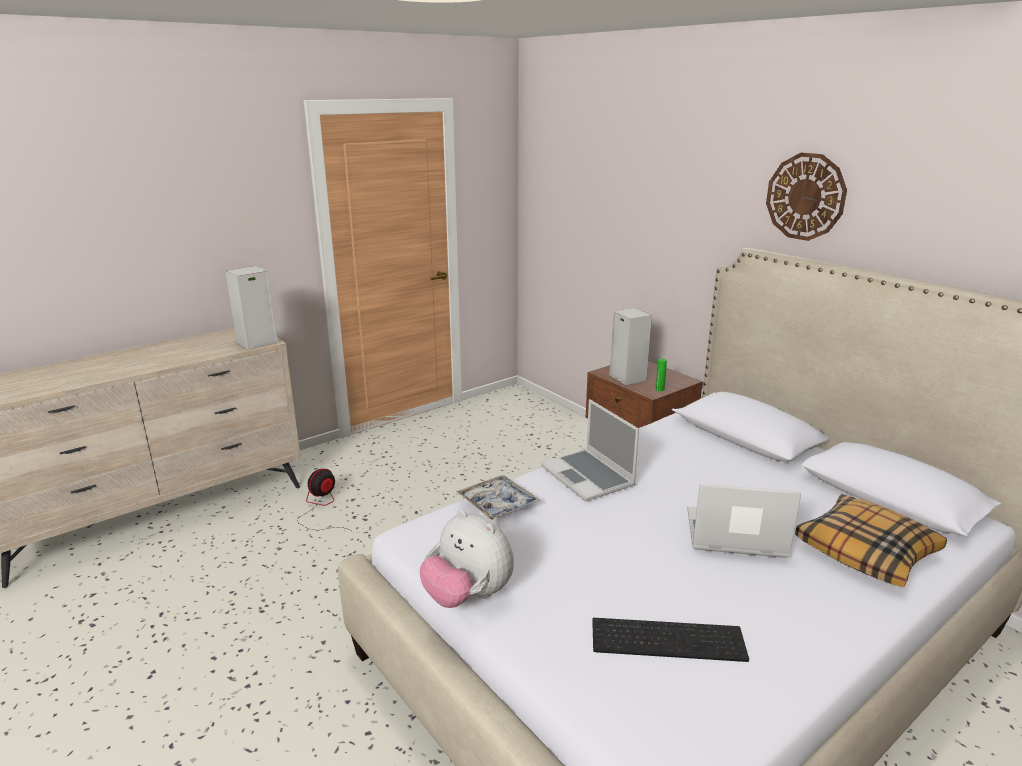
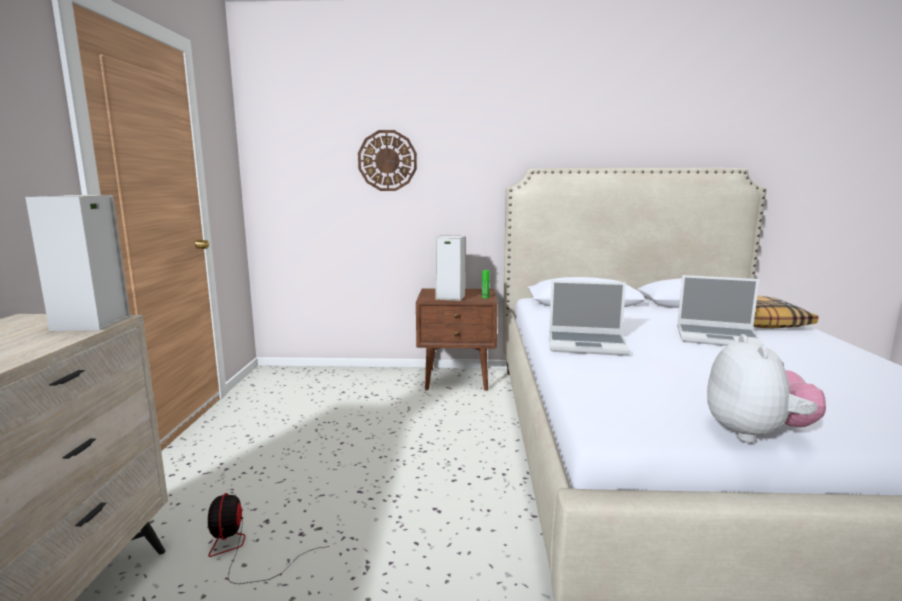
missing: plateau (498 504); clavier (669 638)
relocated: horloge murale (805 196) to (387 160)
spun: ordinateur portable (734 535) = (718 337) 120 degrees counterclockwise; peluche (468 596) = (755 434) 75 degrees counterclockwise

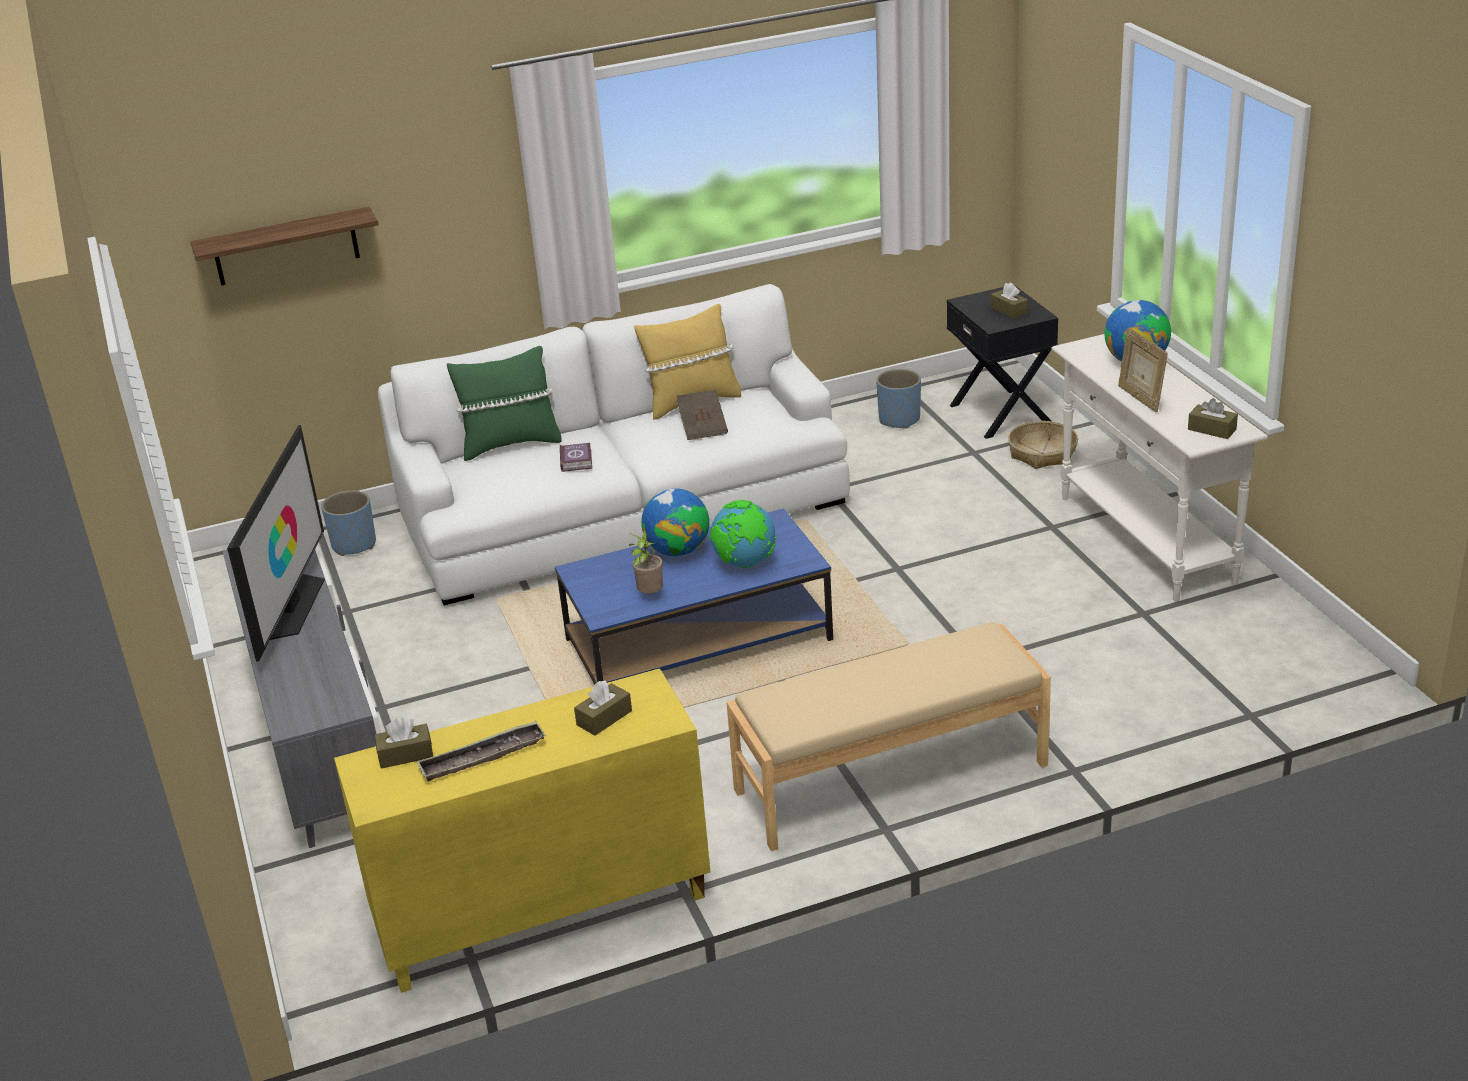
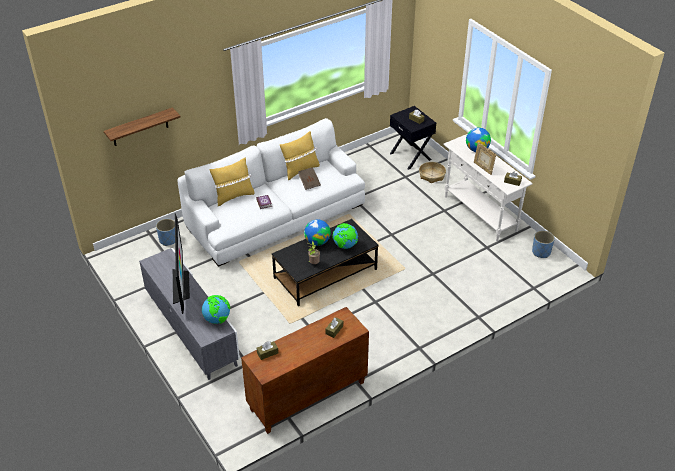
missing: plateau (482 757); banc [beige] (891 778)
appeared: globe (217 319)
relocated: cache-pot [bleu] (899 419) to (541 252)
colour: coussin [vert] (510 444) to coussin [jaune] (233 196); meuble de rangement [jaune] (542 915) to meuble de rangement [marron] (307 397); table basse [bleu] (698 640) to table basse [noir] (325 273)

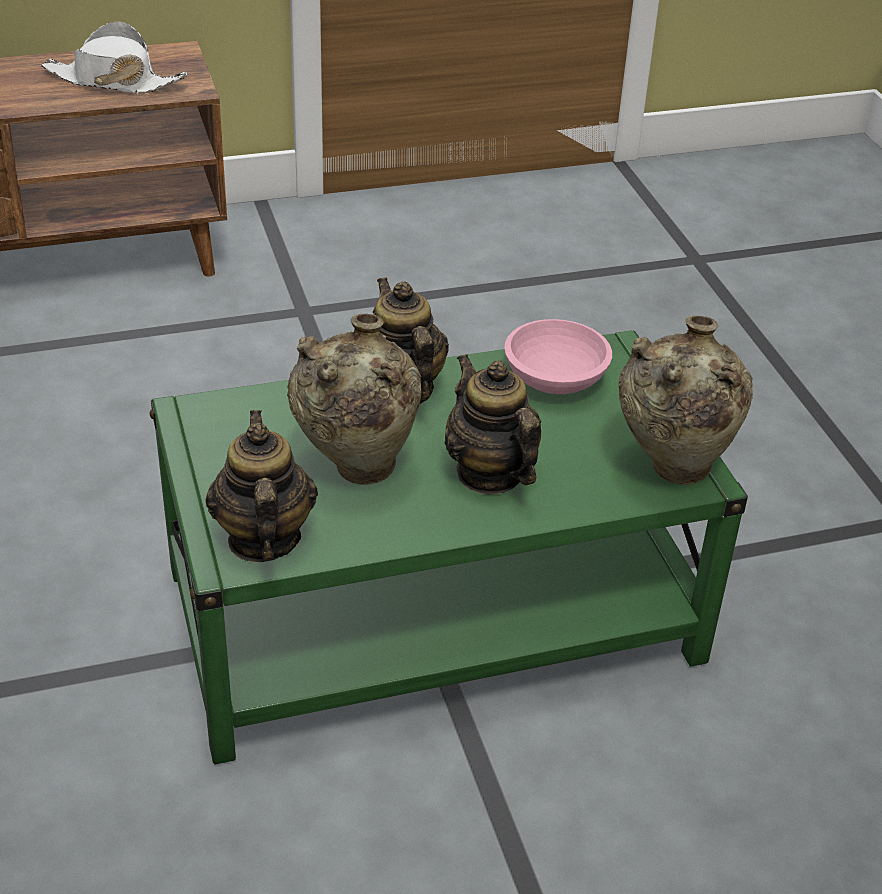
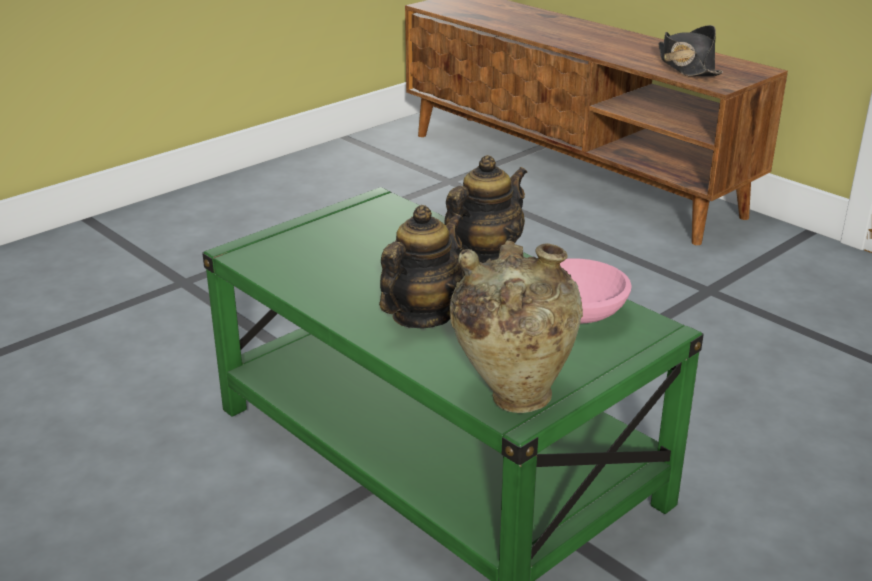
missing: théière (263 539); vase [beige] (355 470)
colour: chapeau [blanc] (114 81) to chapeau [noir] (686 66)

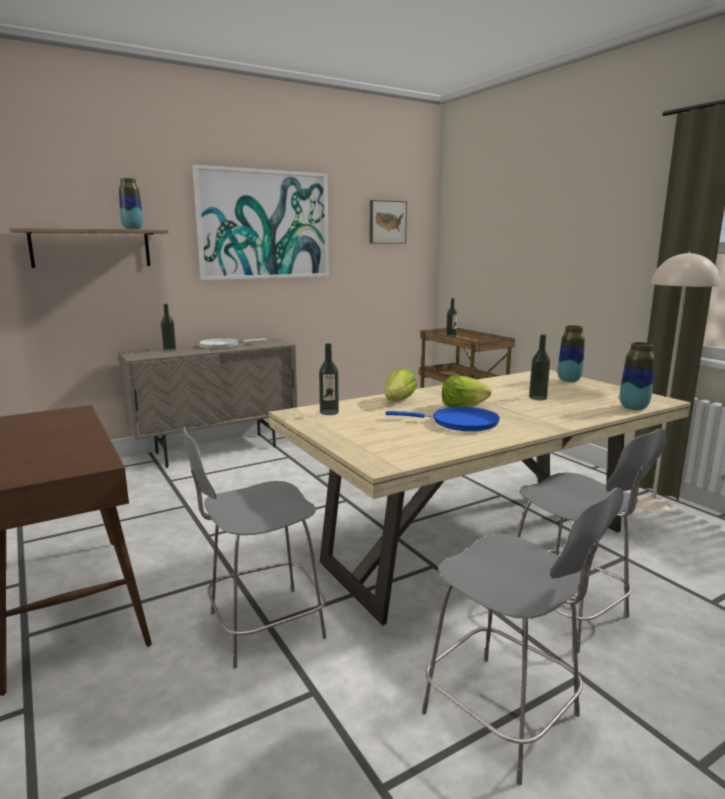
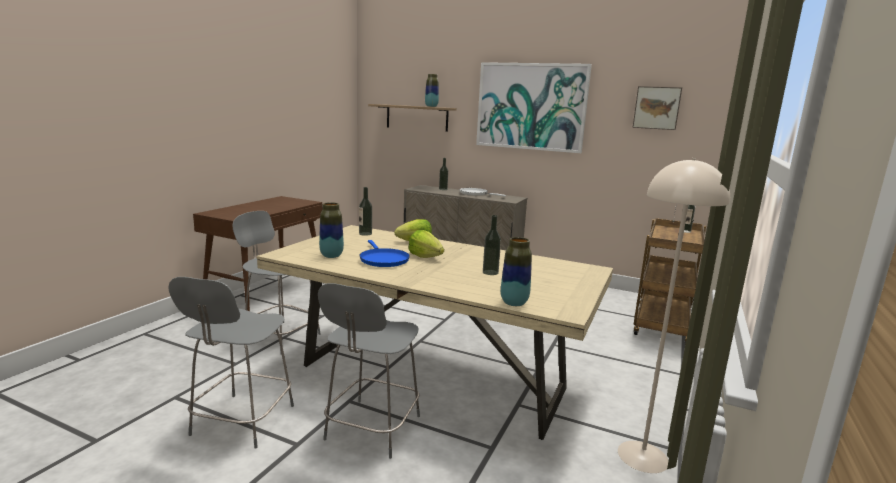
relocated: vase (569 380) to (331 256)

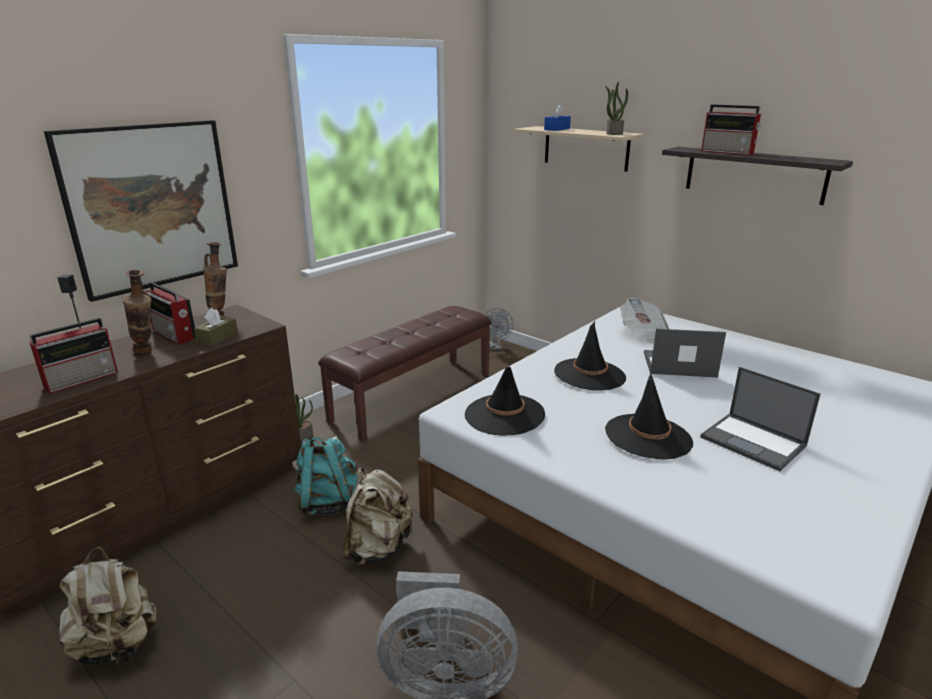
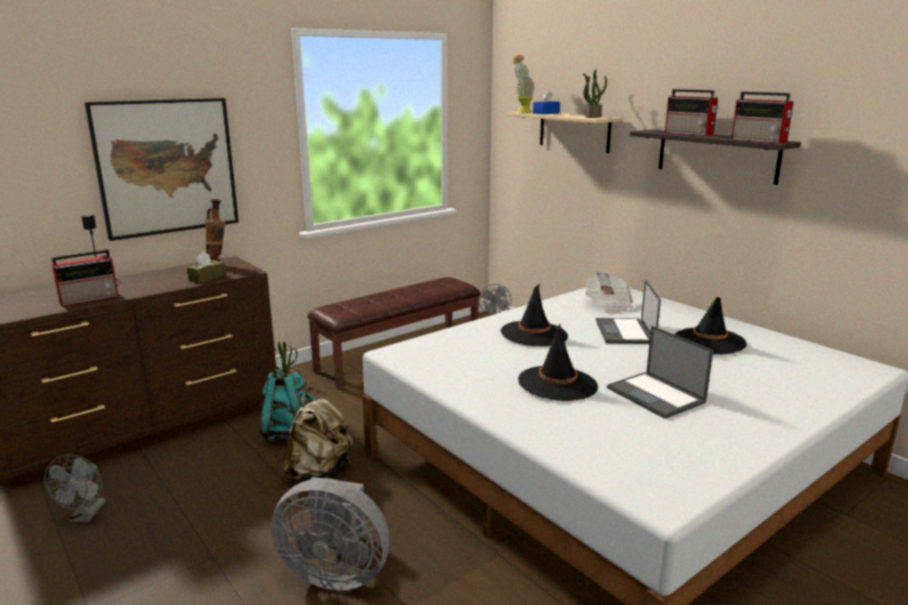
missing: vase (147 351)
appeared: plante en pot (521 112)
relocated: chapeau [noir] (504 415) to (709 341); radio (174 335) to (760 141)
exchanged: sac à dos [beige] (117 645) to ventilateur [gris] (85 516)
spun: ordinateur portable (678 365) = (625 332) 105 degrees counterclockwise

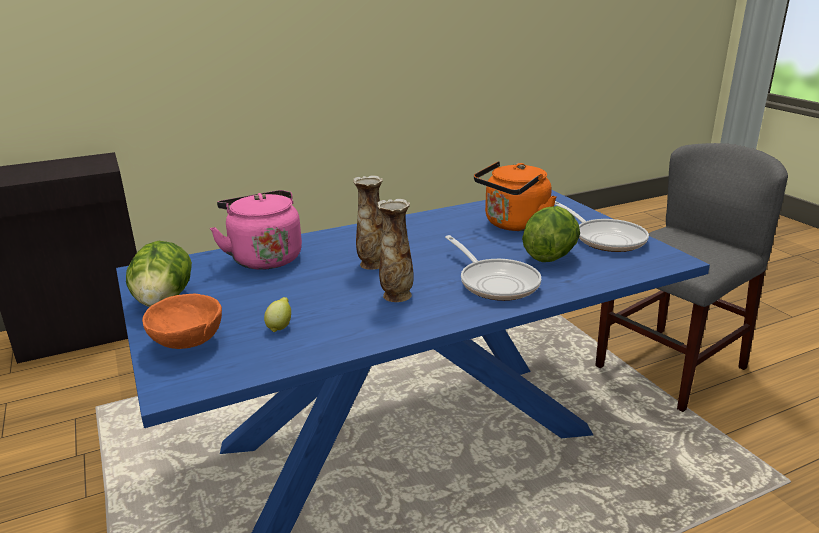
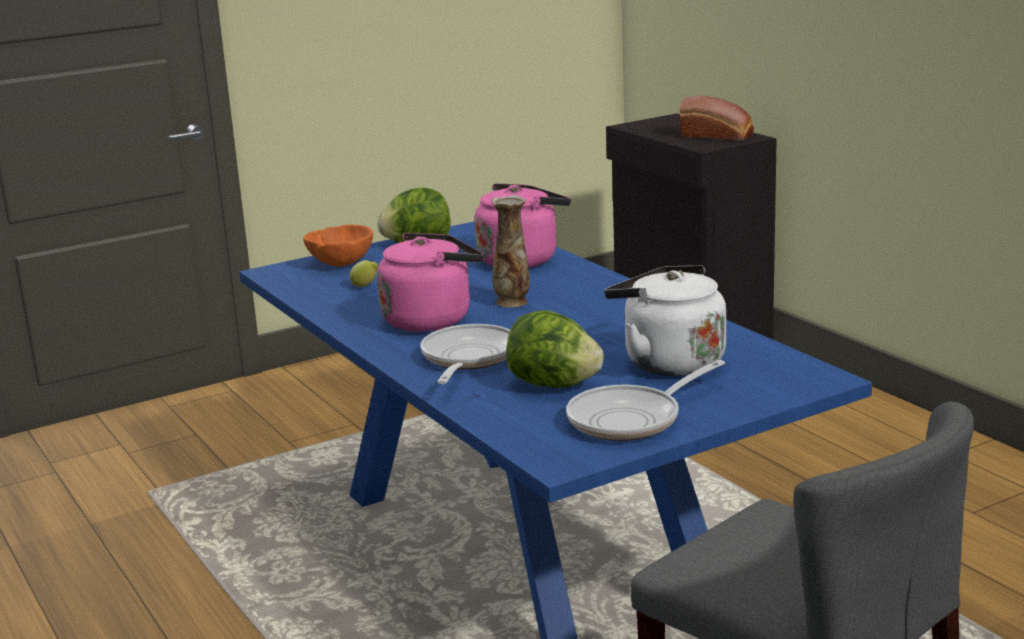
appeared: pain (719 136)
exchanged: vase (396 295) to bouilloire [rose] (432 319)
colour: bouilloire [orange] (513 225) to bouilloire [blanc] (668 362)
spun: poêle (495 282) = (467 359) 135 degrees clockwise

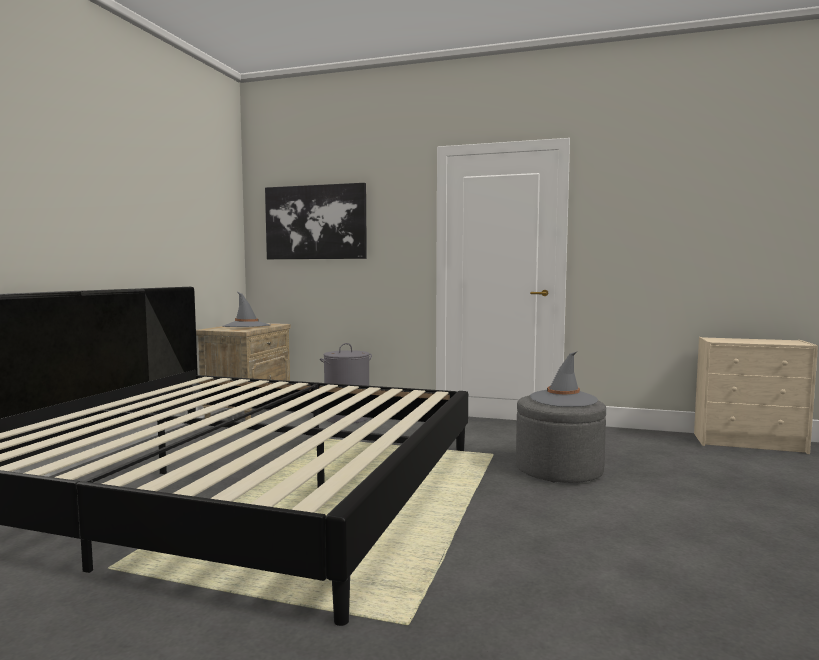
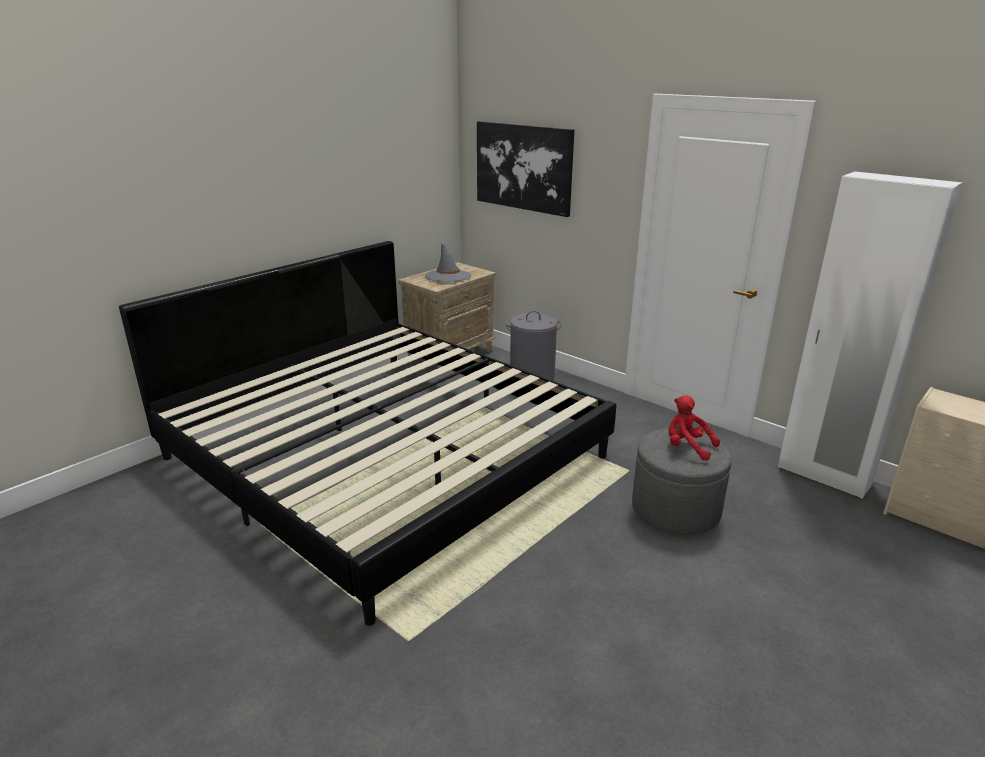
appeared: armoire [blanc] (823 476)
exchanged: chapeau [gris] (563 399) to peluche [rouge] (687 447)

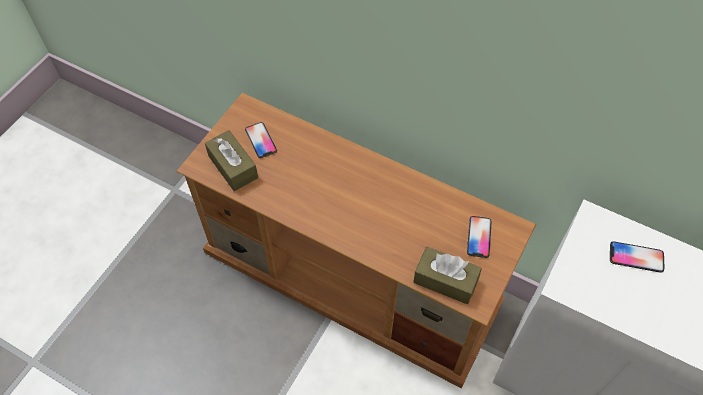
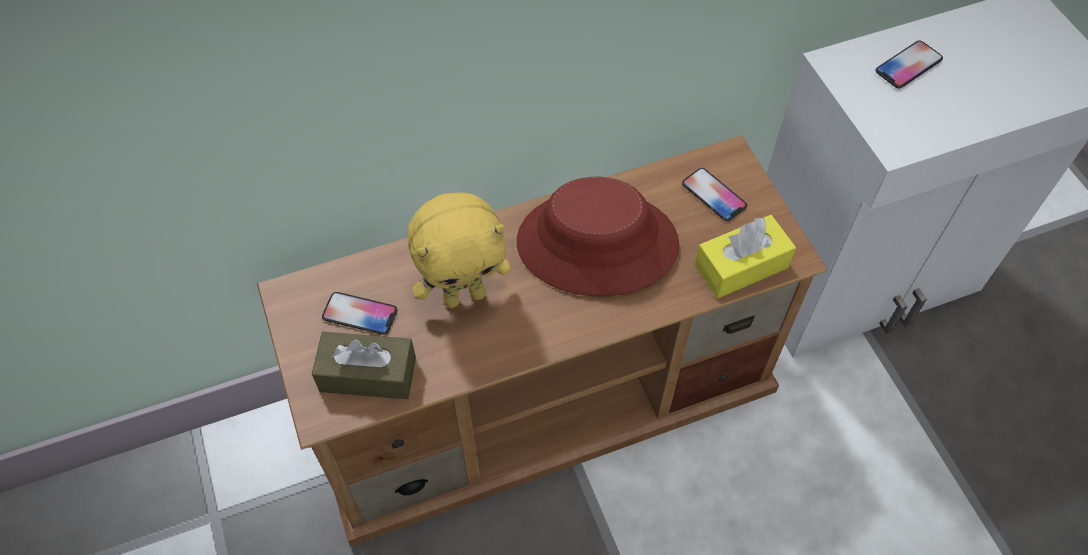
appeared: peluche [jaune] (464 295); chapeau [rouge] (597 244)
colour: boîte à mouchoirs [marron] (445 280) to boîte à mouchoirs [jaune] (741 266)

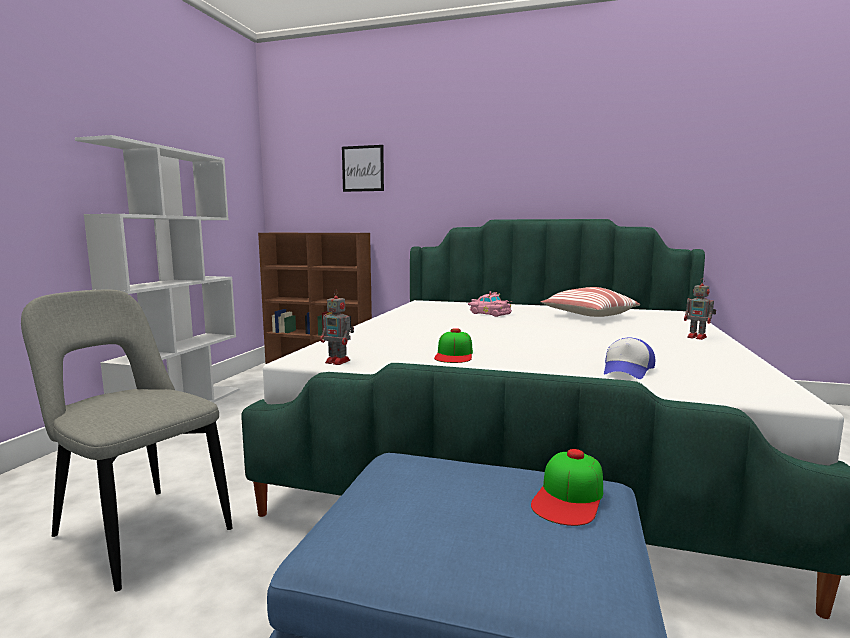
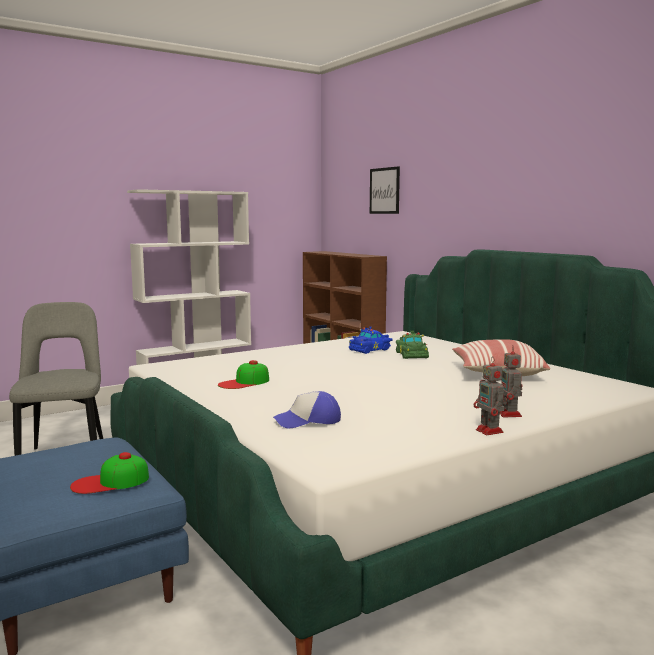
appeared: petite voiture [bleu] (370 350)
relocated: robot jouet (338 362) to (490 431)
colour: petite voiture [rose] (489 313) to petite voiture [vert] (411 354)

